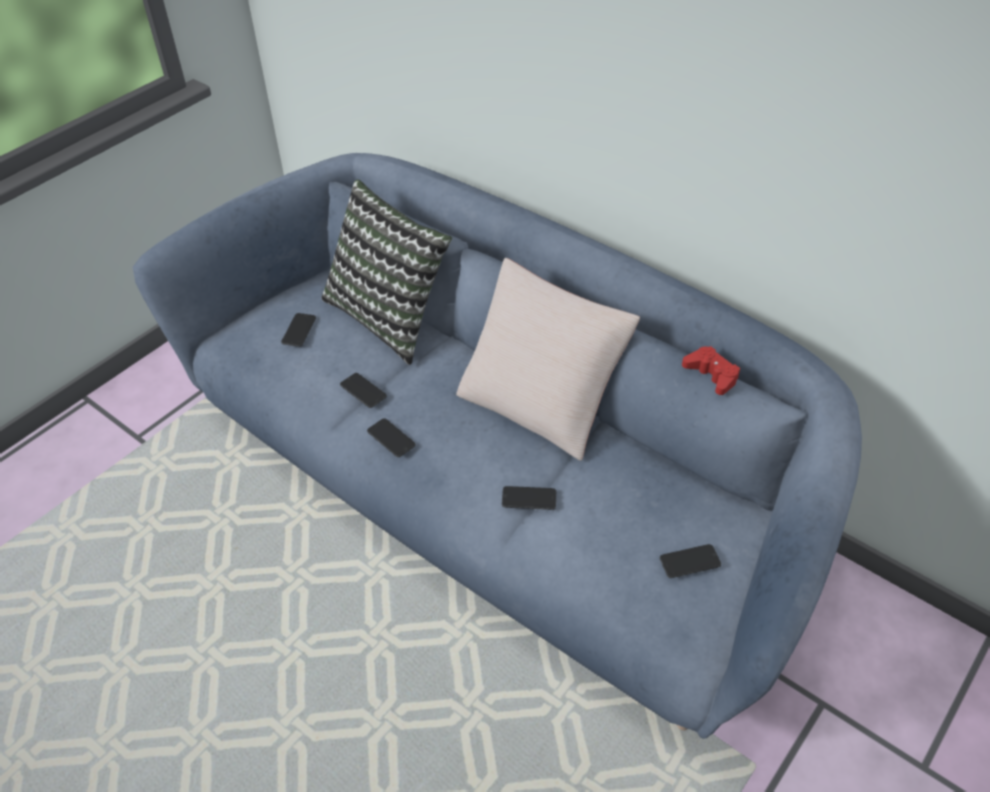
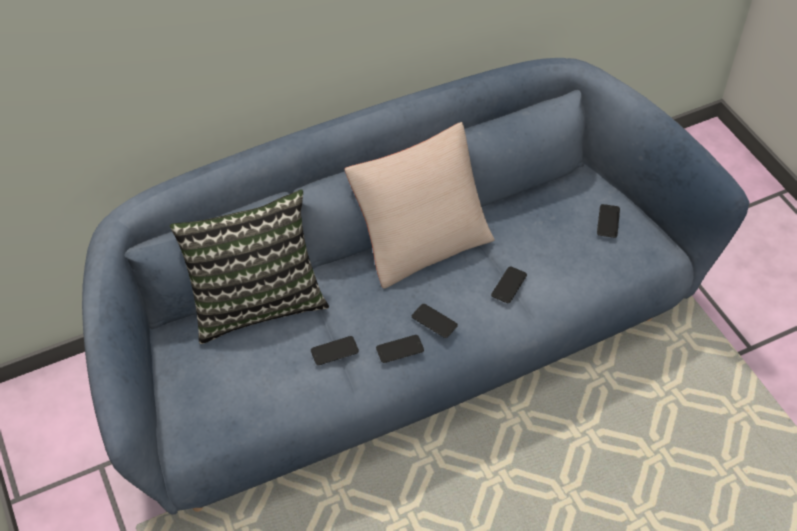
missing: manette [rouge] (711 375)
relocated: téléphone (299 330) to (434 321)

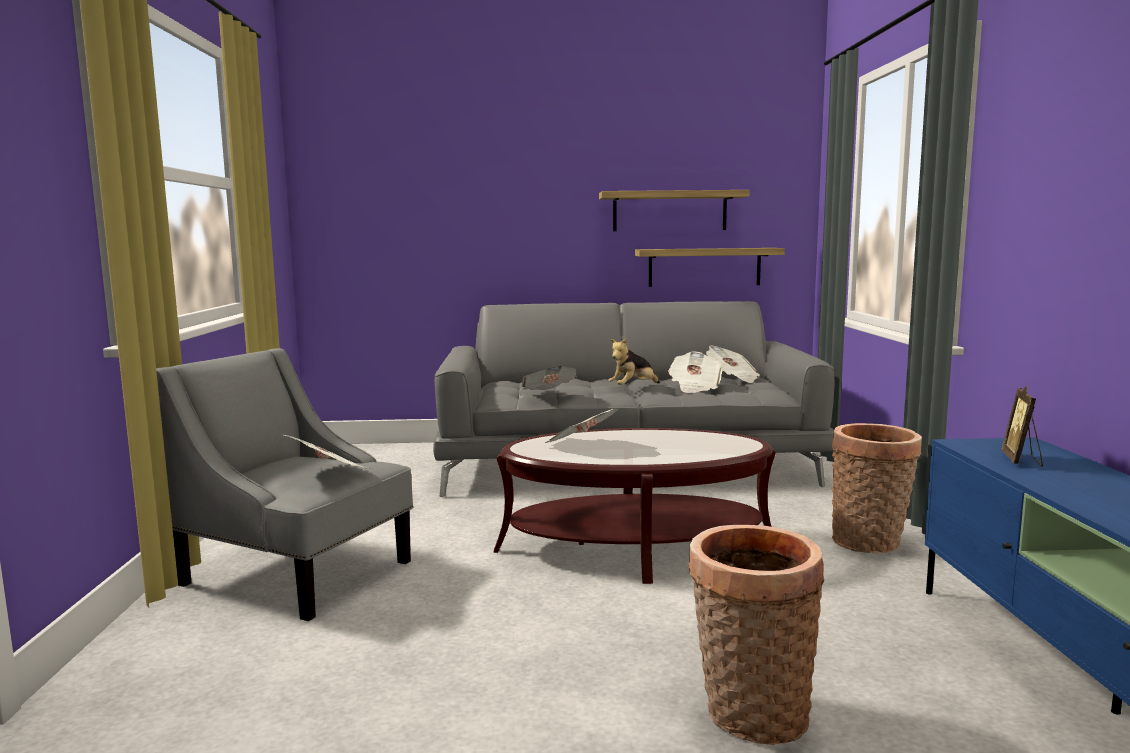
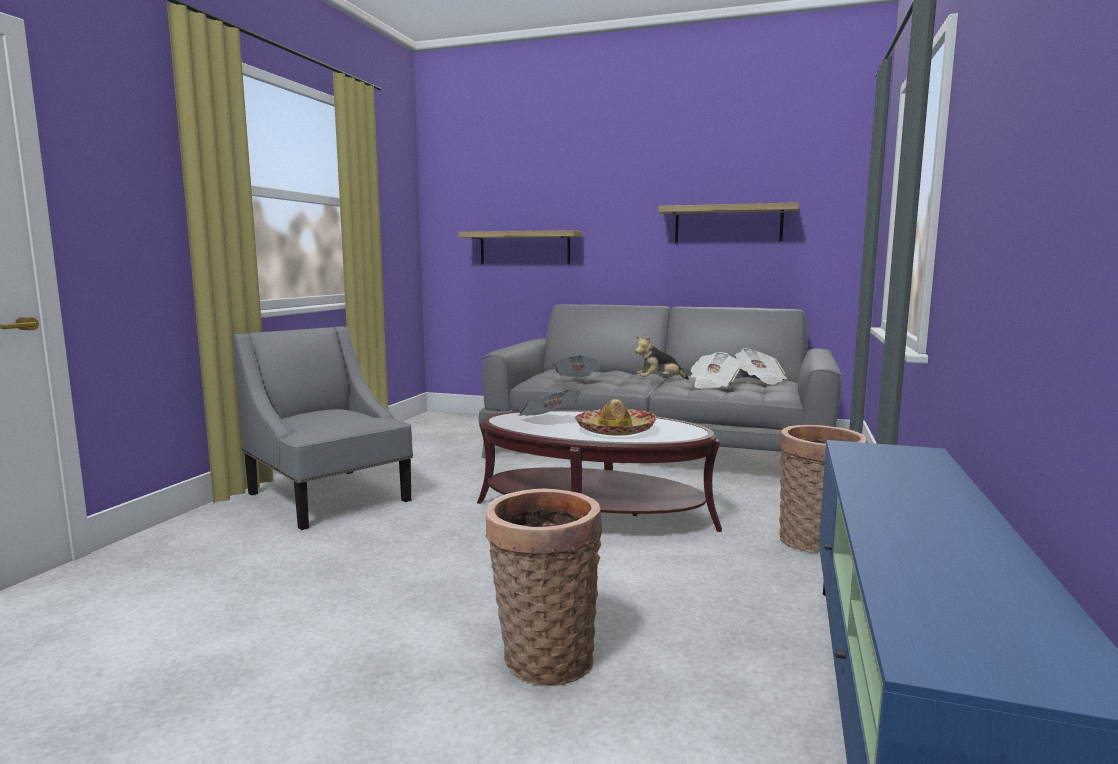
missing: journal (328 474); cadre photo (1022 460)
appeared: chapeau (615 430)
relocated: étagère (704 267) to (524 248)

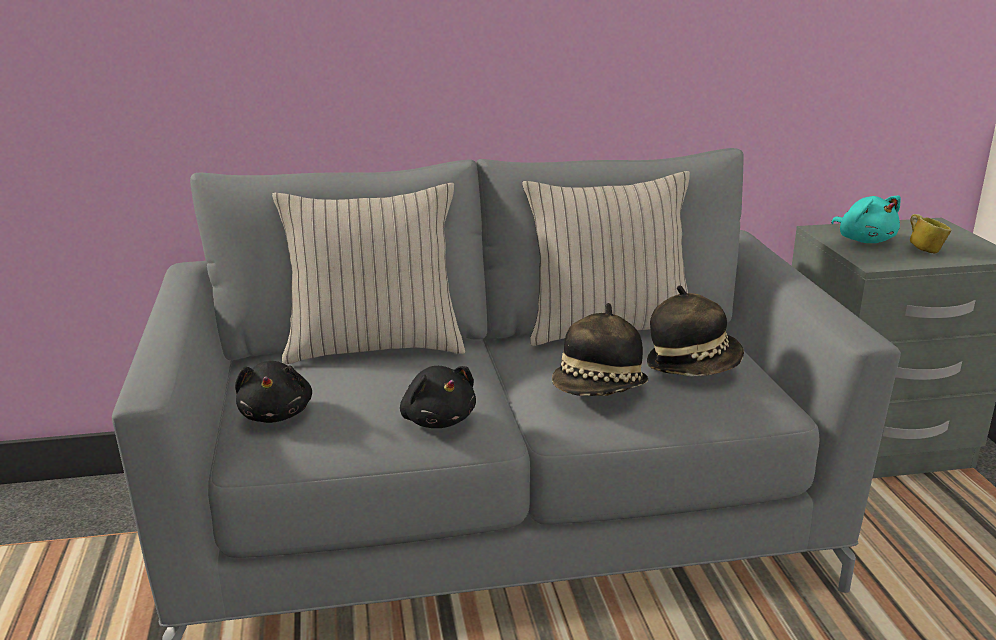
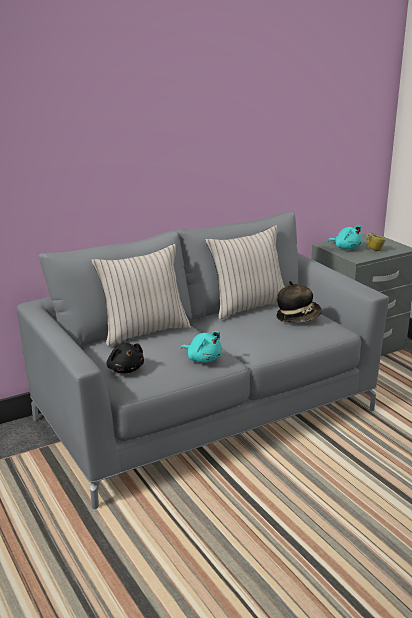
missing: chapeau (599 391)
colour: peluche [noir] (437 419) to peluche [turquoise] (203 359)

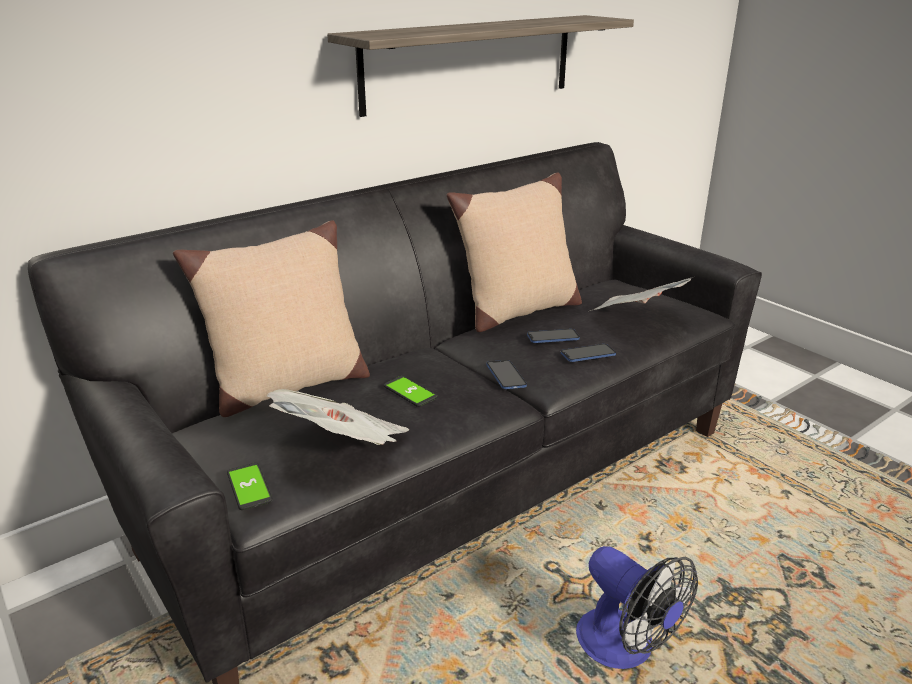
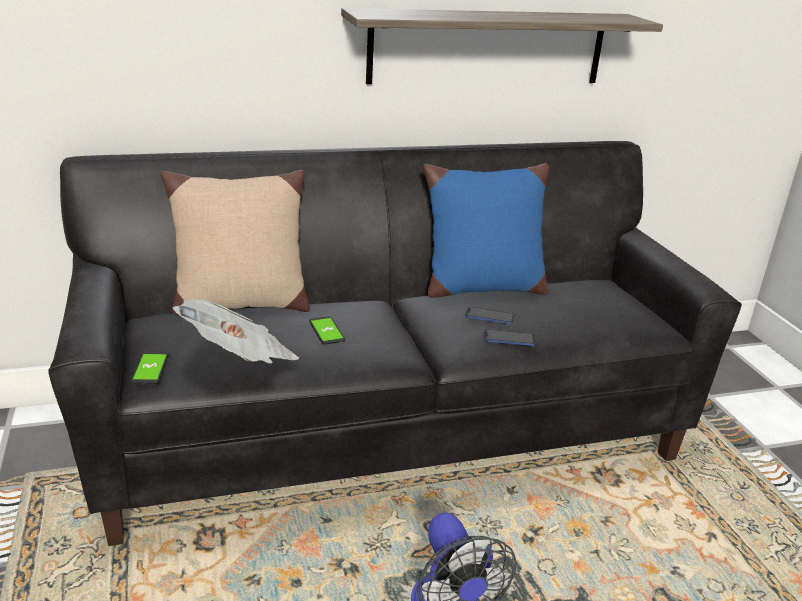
missing: téléphone (506 376); journal (636 318)
colour: coussin [beige] (516 312) to coussin [bleu] (481 288)

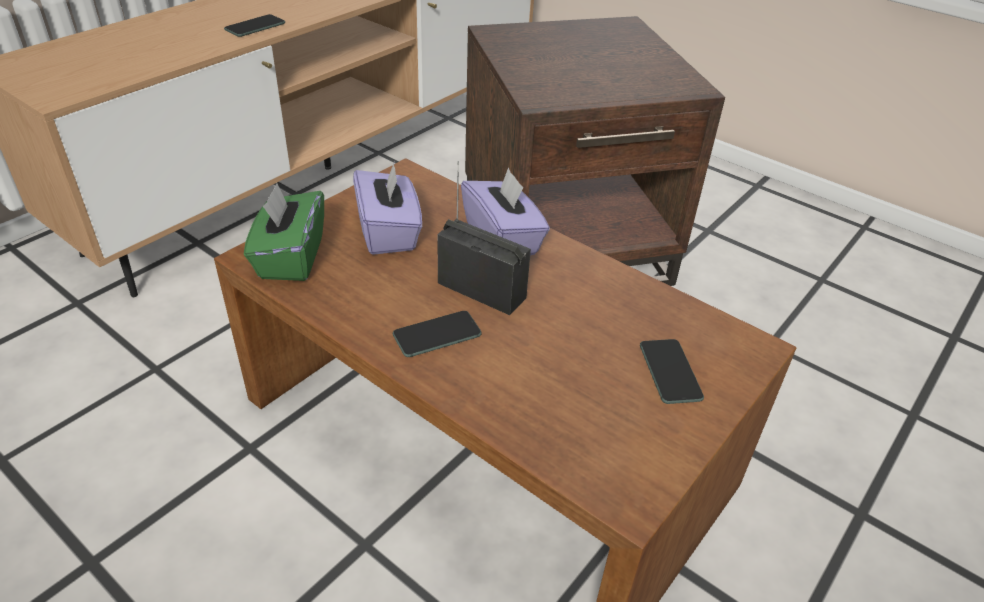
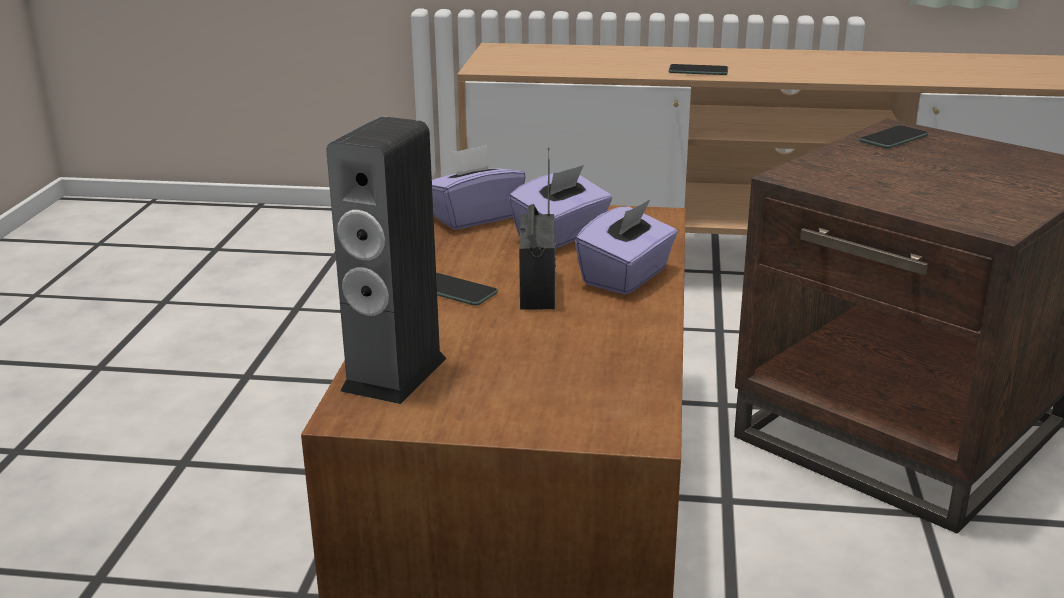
appeared: enceinte (394 374)
relocated: téléphone (670 371) to (893 138)
colour: boîte à mouchoirs [vert] (290 258) to boîte à mouchoirs [violet] (474 217)

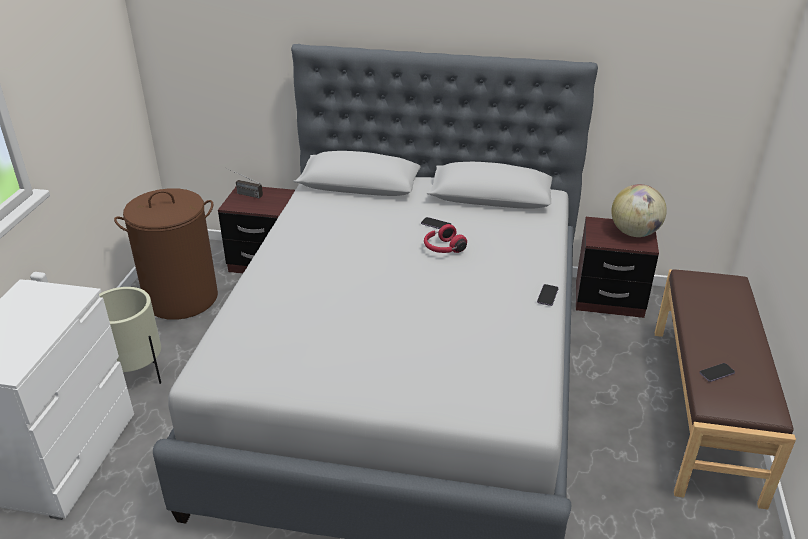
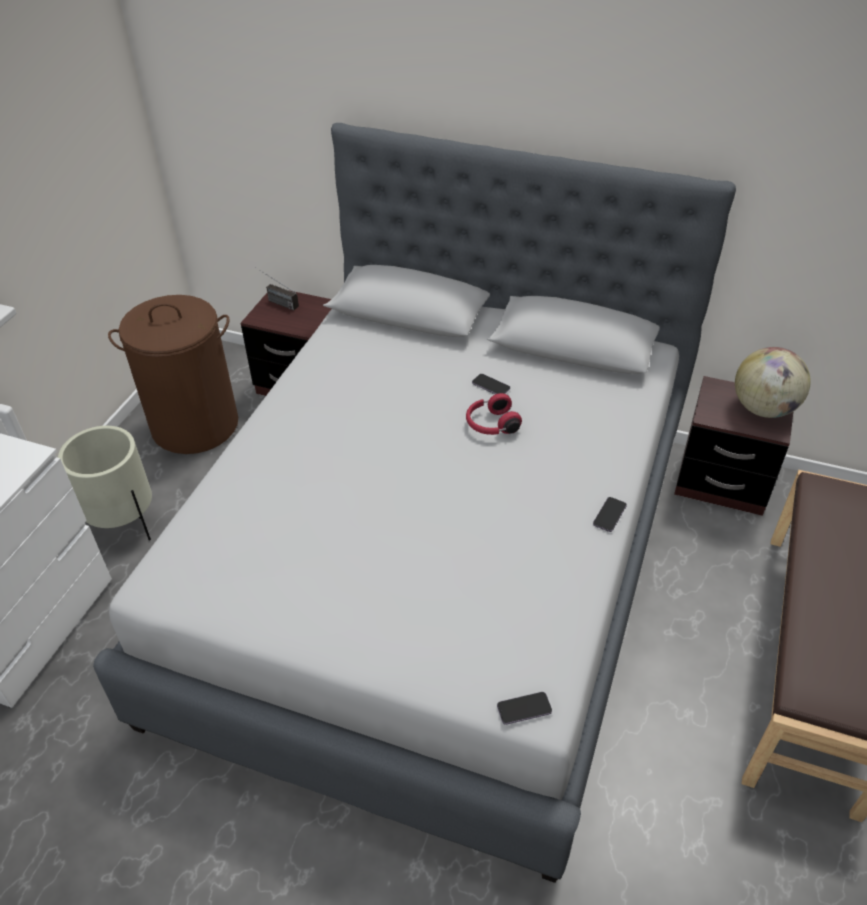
relocated: téléphone (716 373) to (524 709)

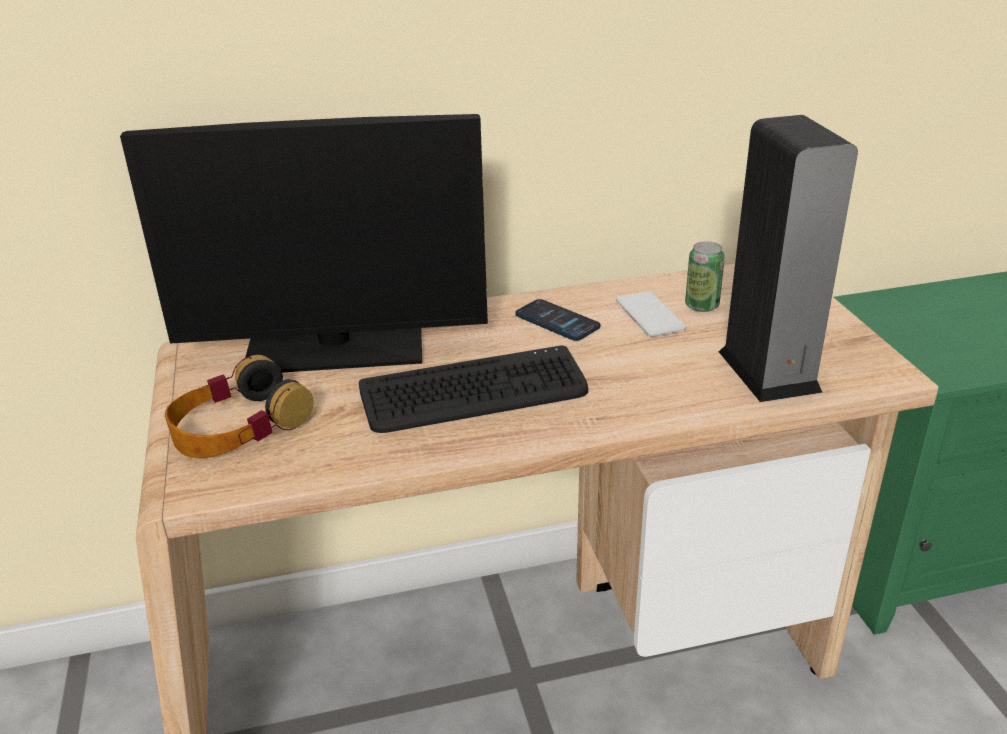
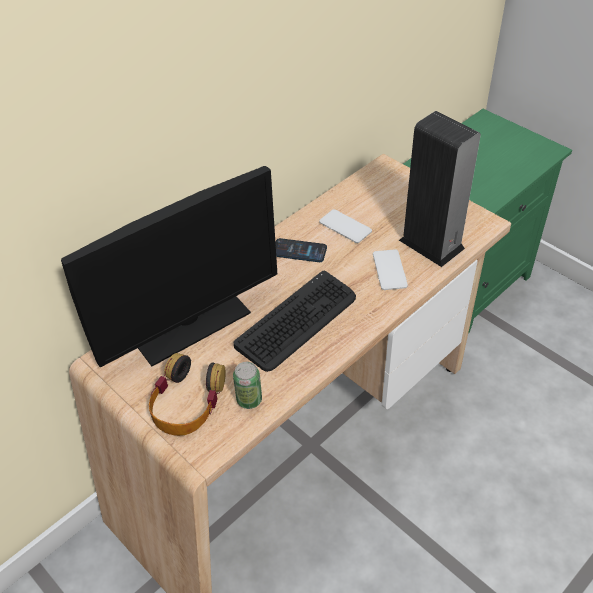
appeared: téléphone (389 270)
relocated: boîte métallique (702 306) to (249 400)

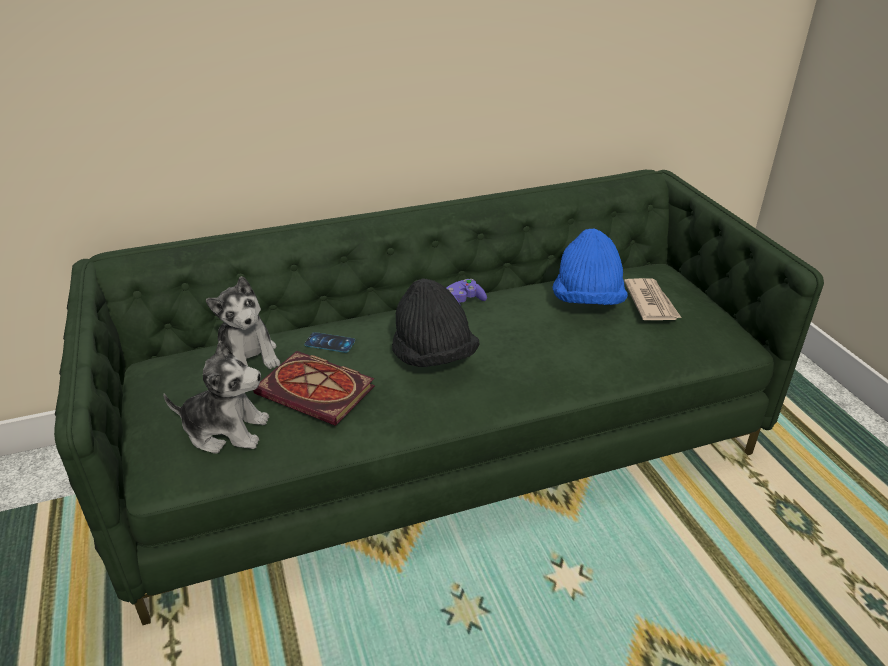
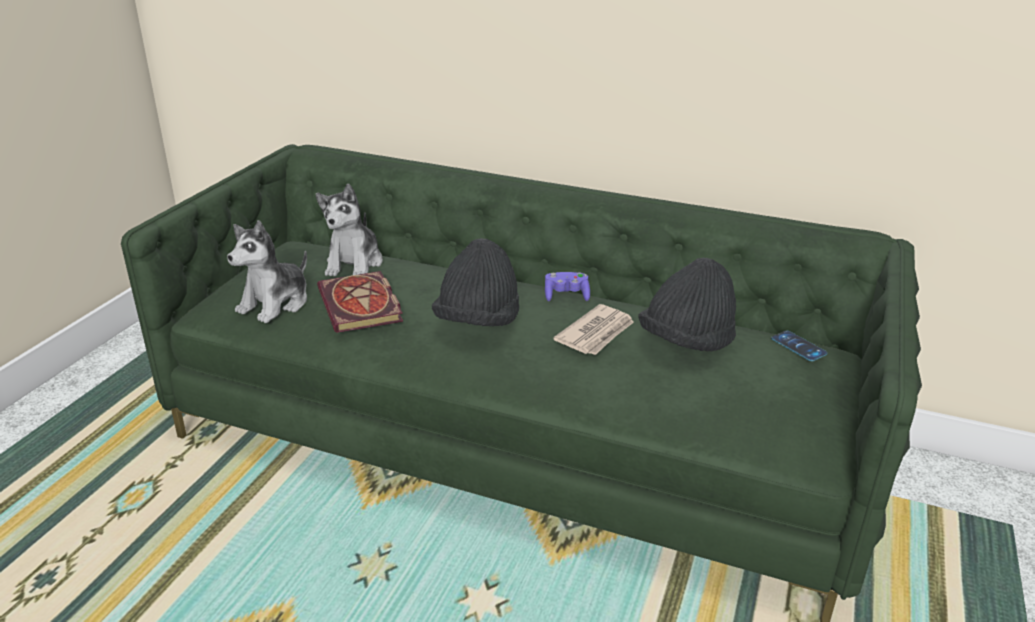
relocated: journal (651 302) to (596 333); téléphone (330 343) to (798 346)
colour: chapeau [bleu] (587 301) to chapeau [noir] (686 342)
spun: peluche (226 430) = (275 304) 75 degrees clockwise

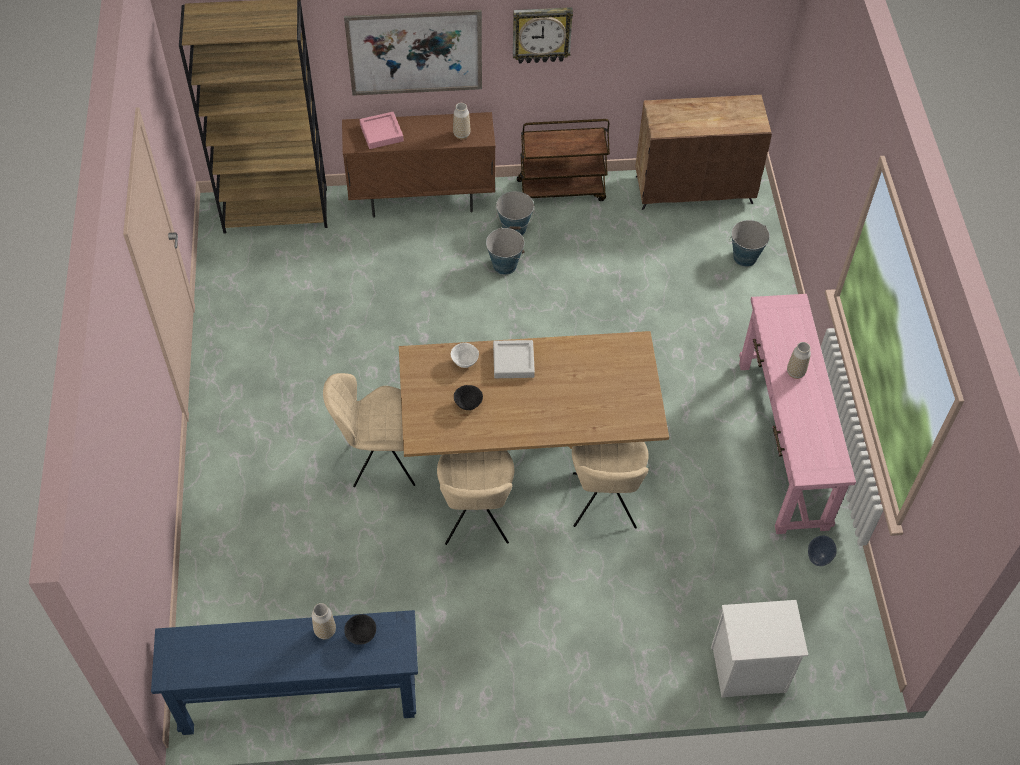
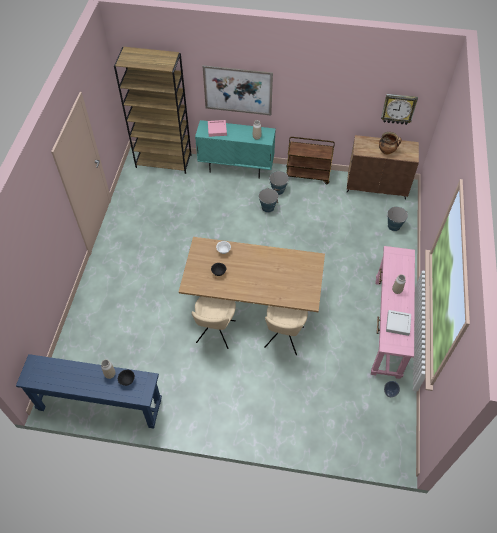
missing: chaise [beige] (381 460); table de chevet [blanc] (748 671)
appeared: marmite (387 151)
relocated: horloge murale (541 34) to (398 108); plateau [gris] (513 362) to (398 324)
colour: meuble de rangement [marron] (422 199) to meuble de rangement [turquoise] (236 168)

